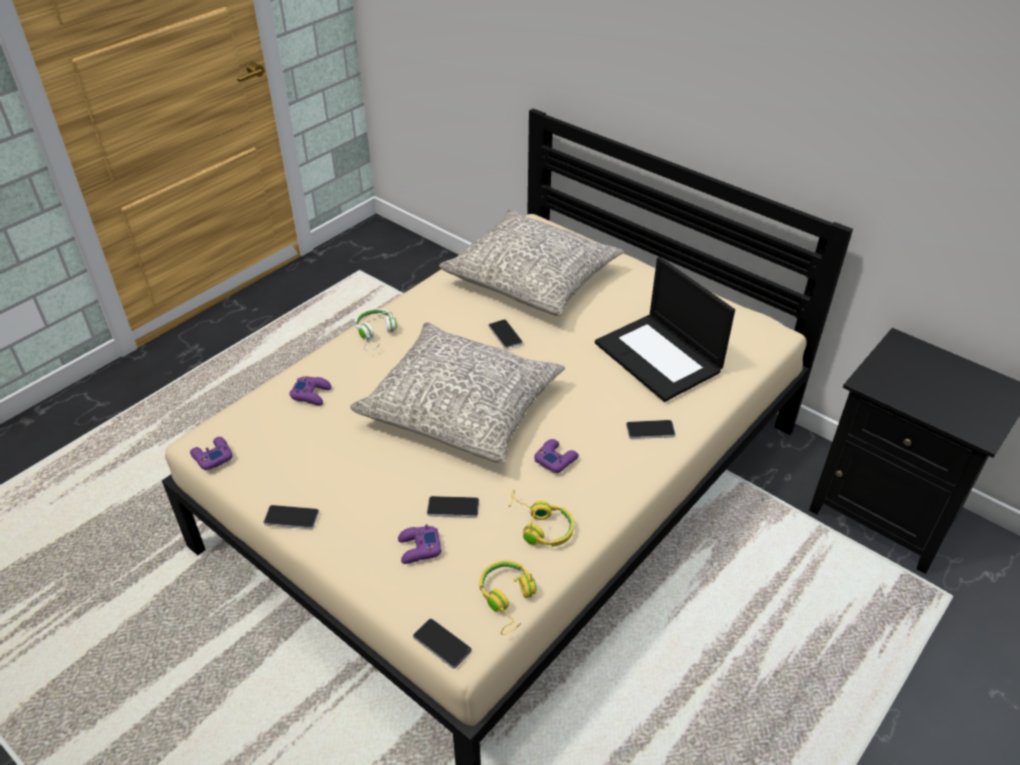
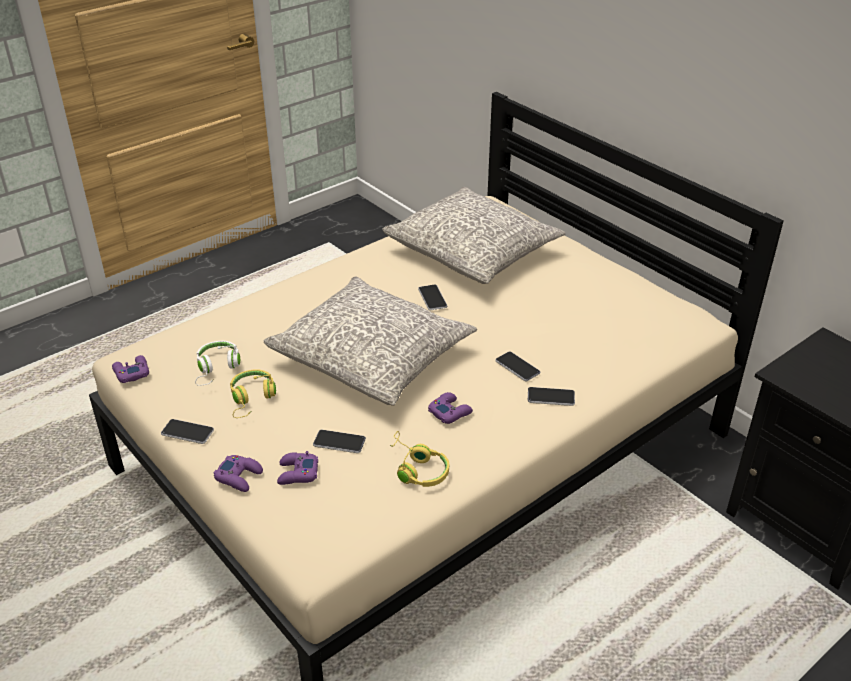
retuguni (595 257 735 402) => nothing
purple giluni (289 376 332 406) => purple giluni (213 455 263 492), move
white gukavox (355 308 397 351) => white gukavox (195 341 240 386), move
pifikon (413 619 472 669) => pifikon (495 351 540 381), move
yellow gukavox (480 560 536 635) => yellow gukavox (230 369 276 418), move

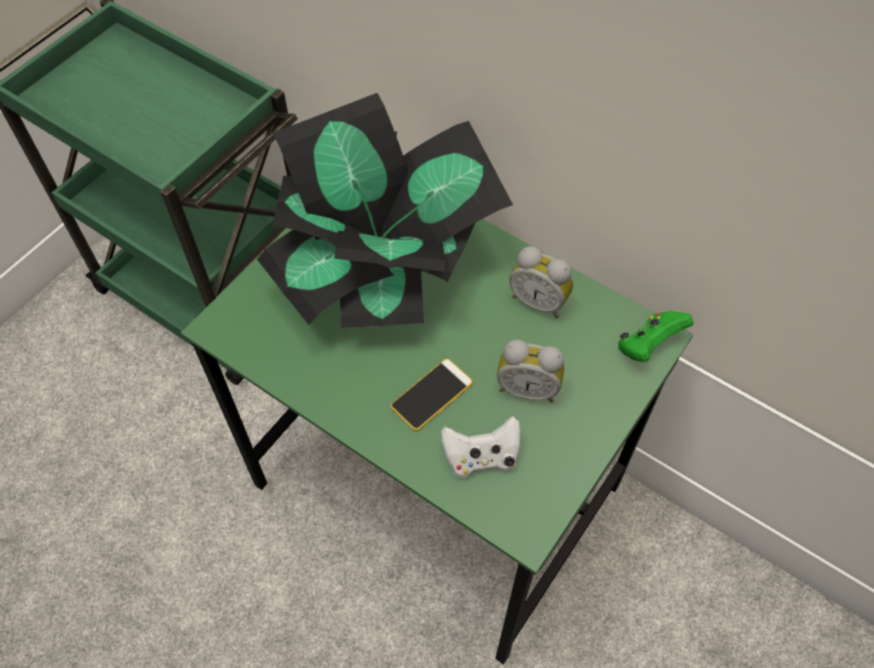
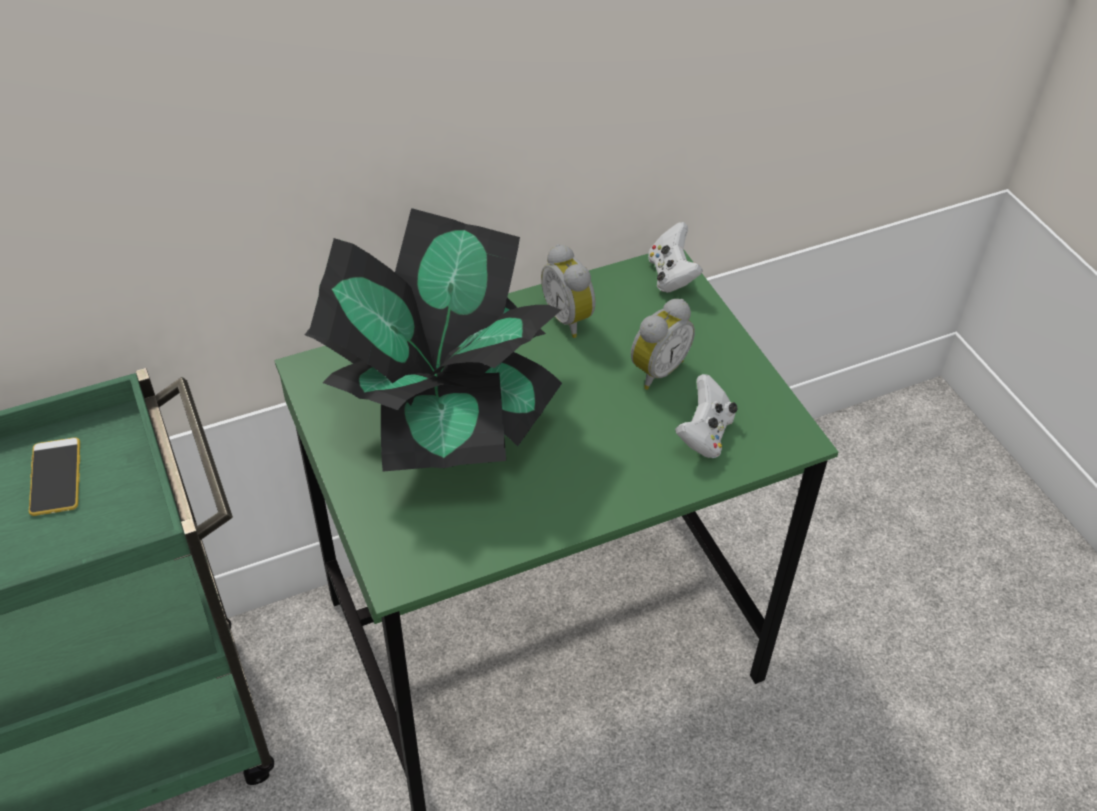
pifikon (390 359 473 431) => pifikon (29 437 80 516), move
green giluni (618 311 694 362) => white giluni (648 222 703 293)
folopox (509 246 574 319) => folopox (541 244 595 338), 90 degrees clockwise

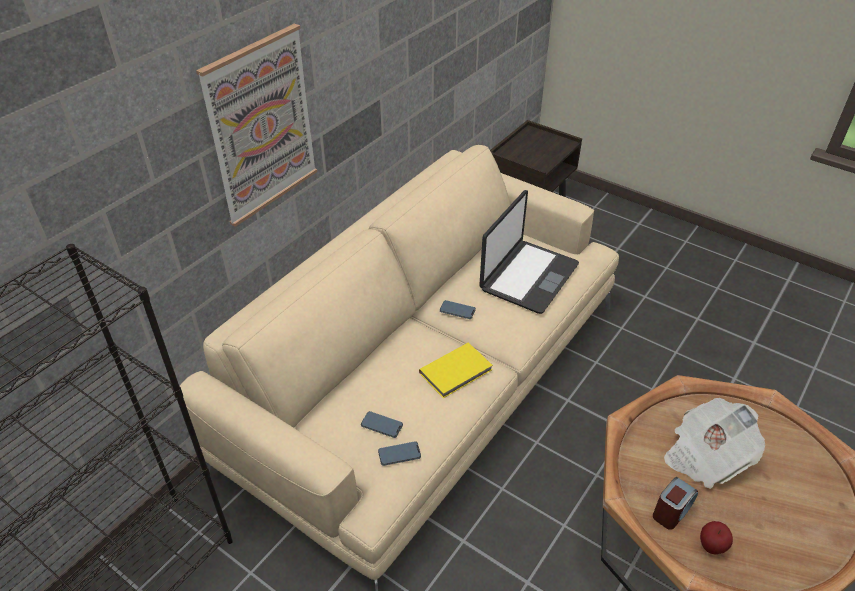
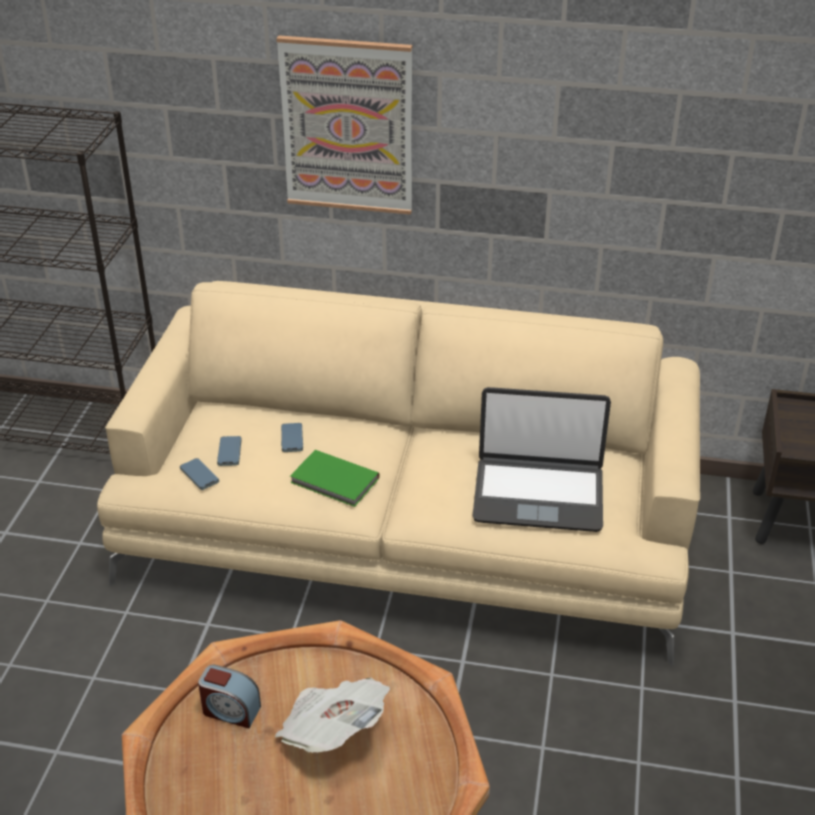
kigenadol (700 521 733 555) => nothing
pifikon (440 300 476 319) => pifikon (281 423 303 452), move
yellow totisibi (419 343 493 398) => green totisibi (290 450 380 507)

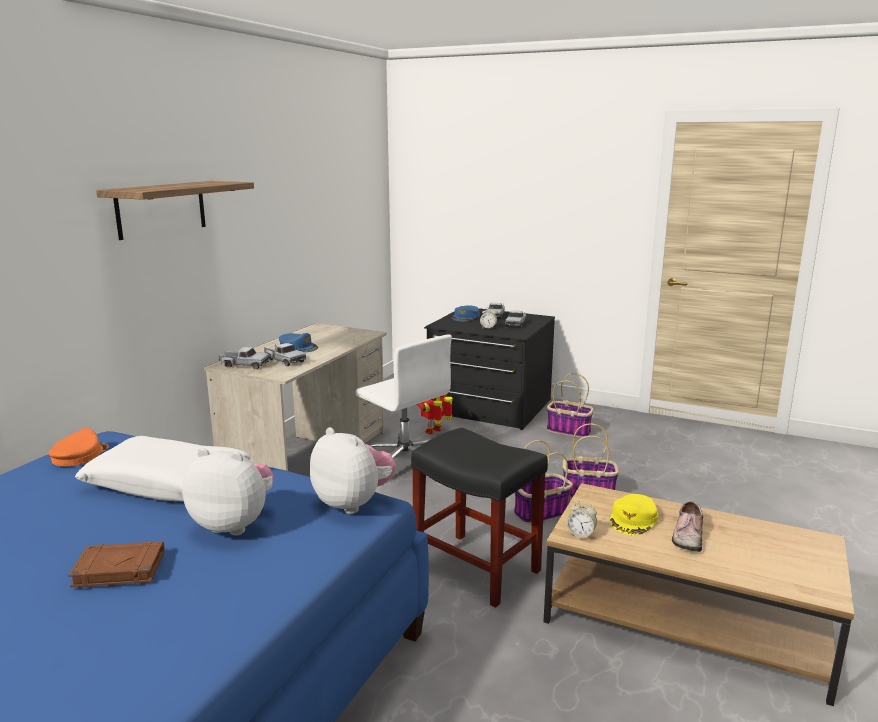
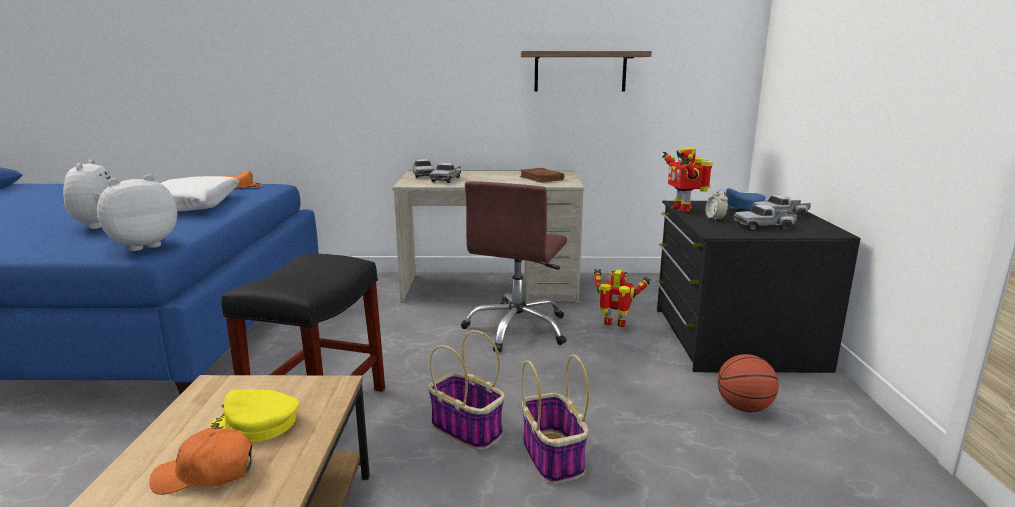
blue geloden (279 333 318 352) => nothing
folopox (567 501 597 540) => nothing
nothing => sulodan (662 148 713 212)
brown totisibi (68 541 165 587) => brown totisibi (520 168 565 183), move
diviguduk (96 181 254 240) => diviguduk (521 51 652 91), move
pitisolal (547 373 594 438) => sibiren (718 354 779 412)
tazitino (672 501 703 552) => orange geloden (150 428 252 495)
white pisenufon (355 334 452 481) => brown pisenufon (461 181 567 353)
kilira (310 427 396 514) => kilira (97 175 177 251), 150 degrees counterclockwise

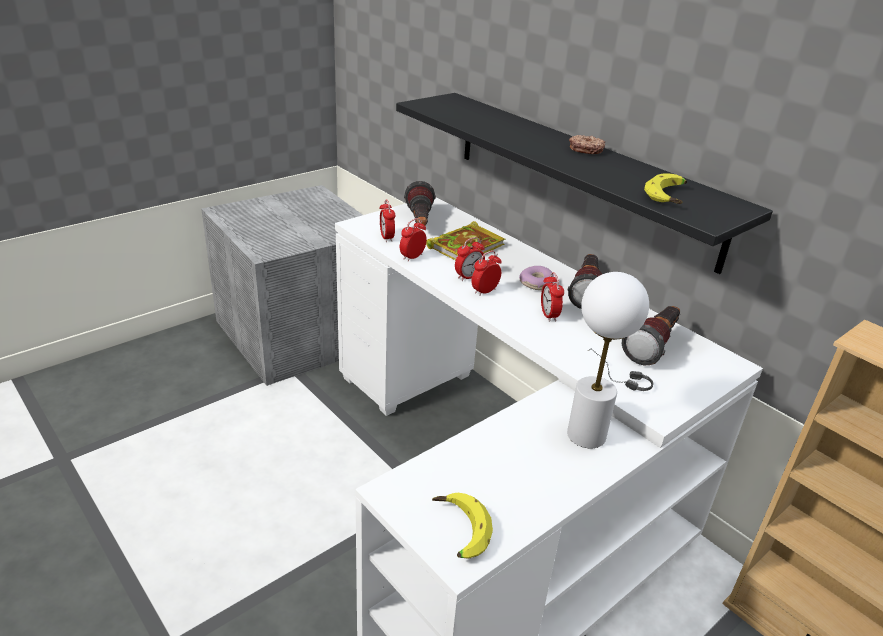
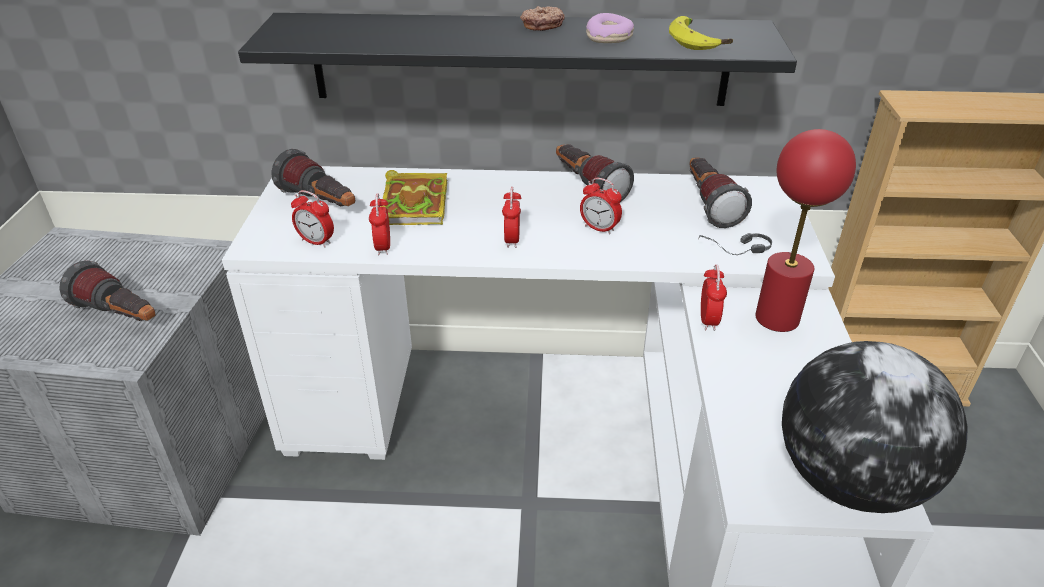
nothing => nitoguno (59 261 155 321)
folopox (455 237 485 281) => folopox (701 264 727 331), move
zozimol (519 266 554 290) => zozimol (586 13 634 43), move
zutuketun (432 493 493 559) => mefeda (782 341 967 513)
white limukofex (567 272 649 448) => red limukofex (755 129 856 332)

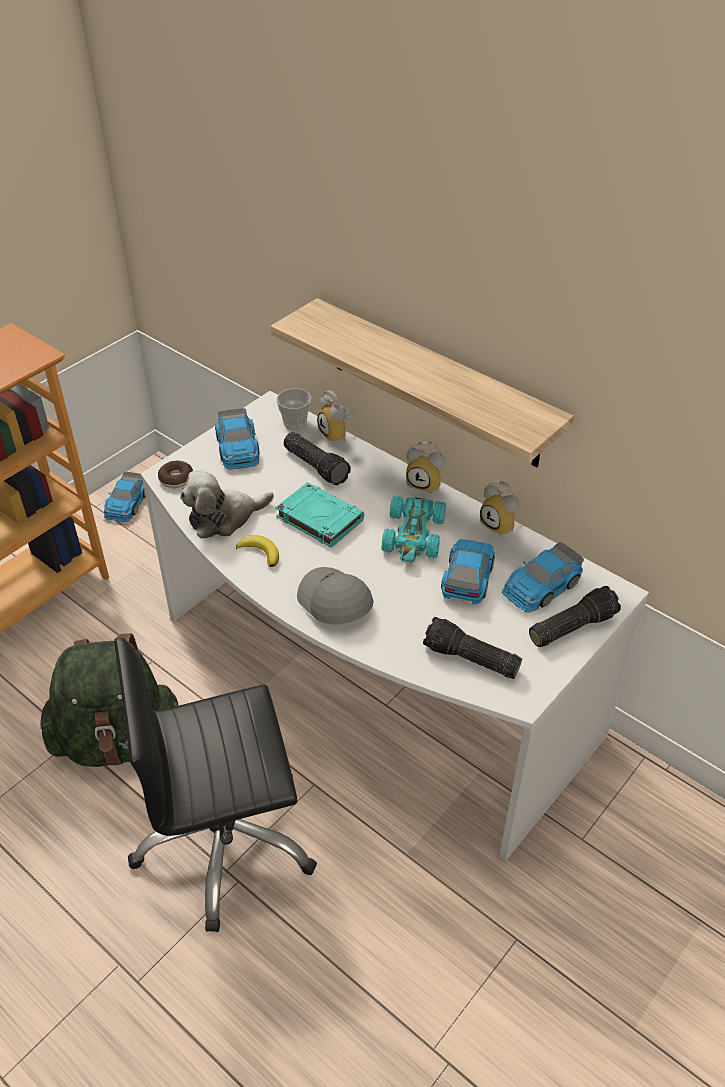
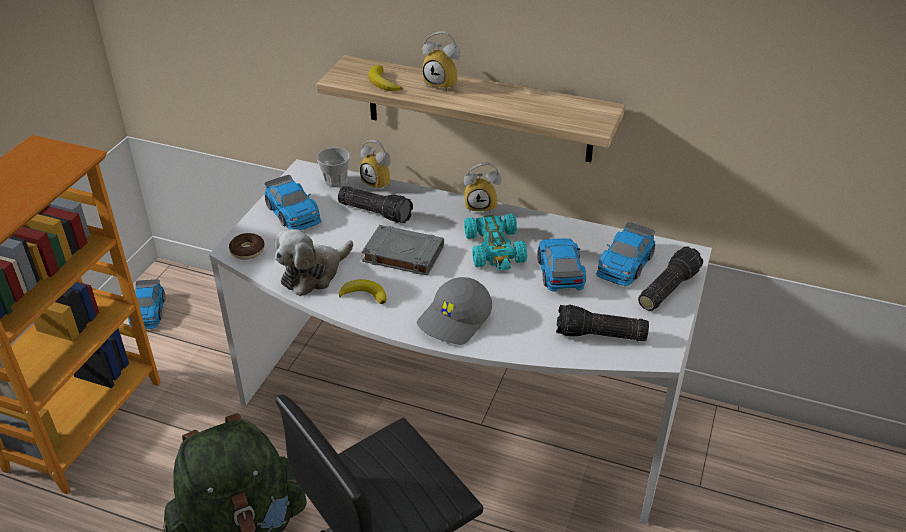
nothing => zutuketun (368 65 403 91)
folopox (480 481 520 536) => folopox (422 31 460 91), move
turquoise totisibi (276 482 365 548) => grey totisibi (362 225 444 276)
grey geloden (297 567 374 624) => grey geloden (417 277 492 345), 90 degrees counterclockwise

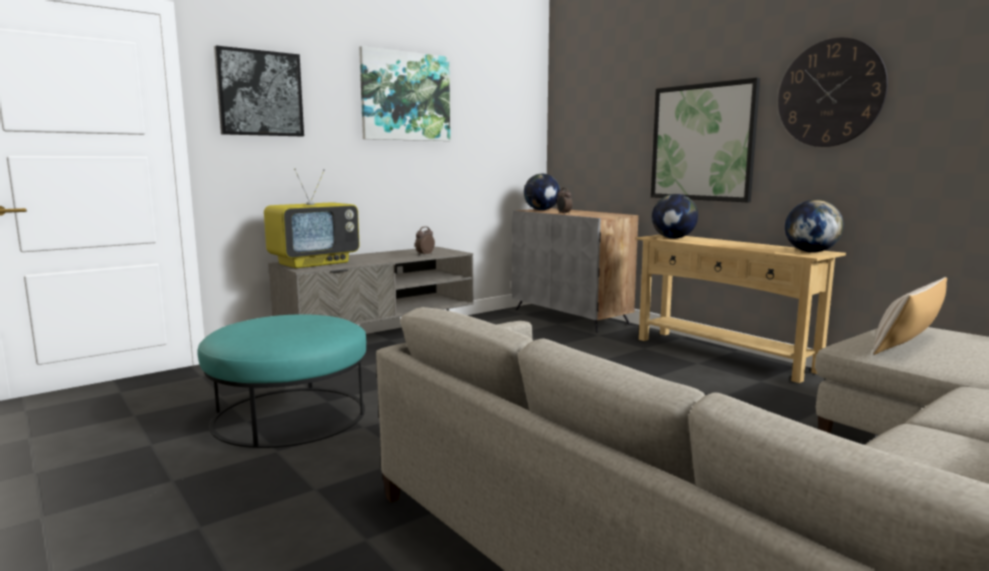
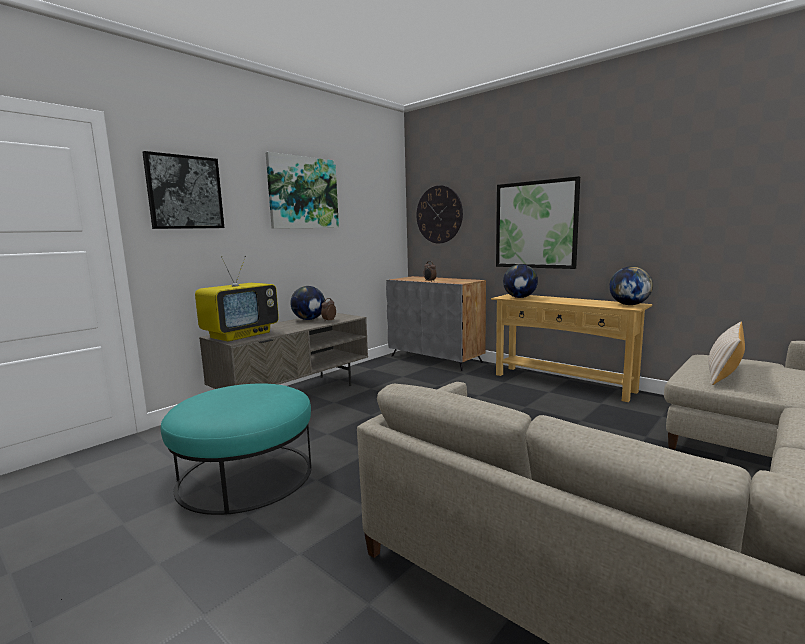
mefeda (524 174 560 210) => mefeda (290 286 325 320), move
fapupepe (778 37 888 147) => fapupepe (416 185 463 243), move

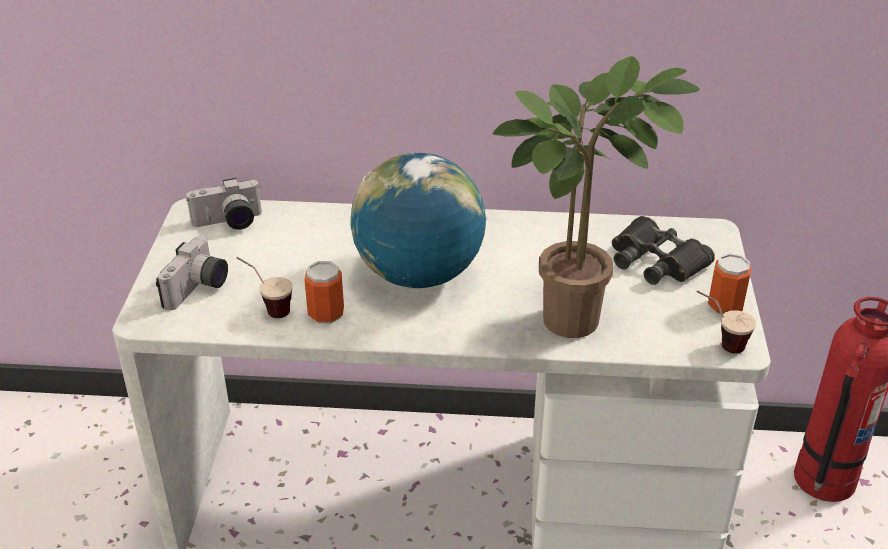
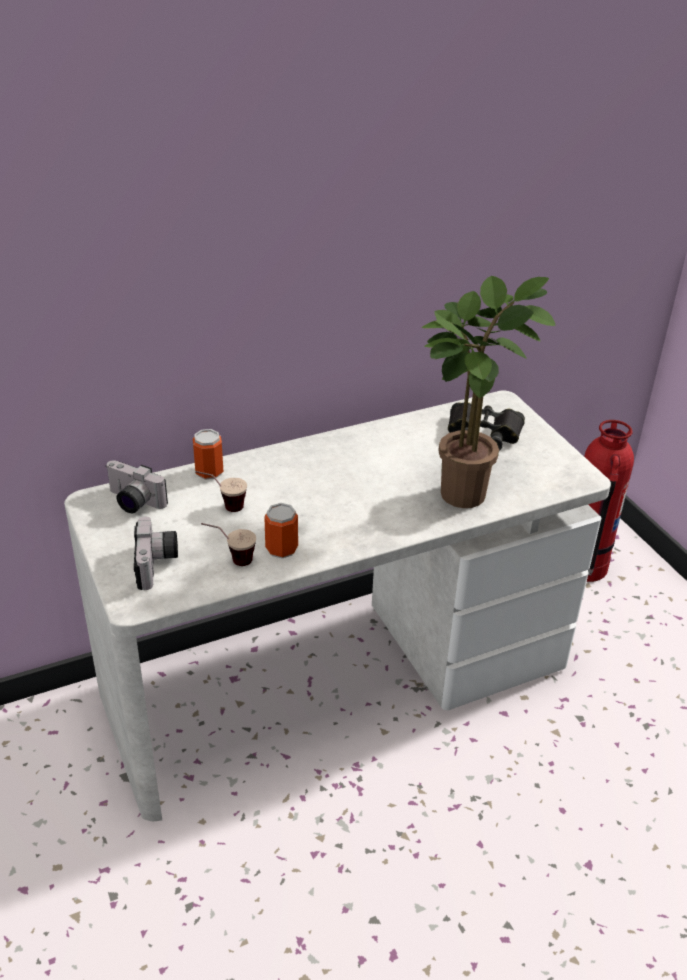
mefeda (350 153 487 288) => nothing
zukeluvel (697 290 756 354) => zukeluvel (195 471 247 512), move
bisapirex (708 253 752 315) => bisapirex (193 429 223 480), move
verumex (186 178 262 230) => verumex (106 460 168 513), 75 degrees clockwise

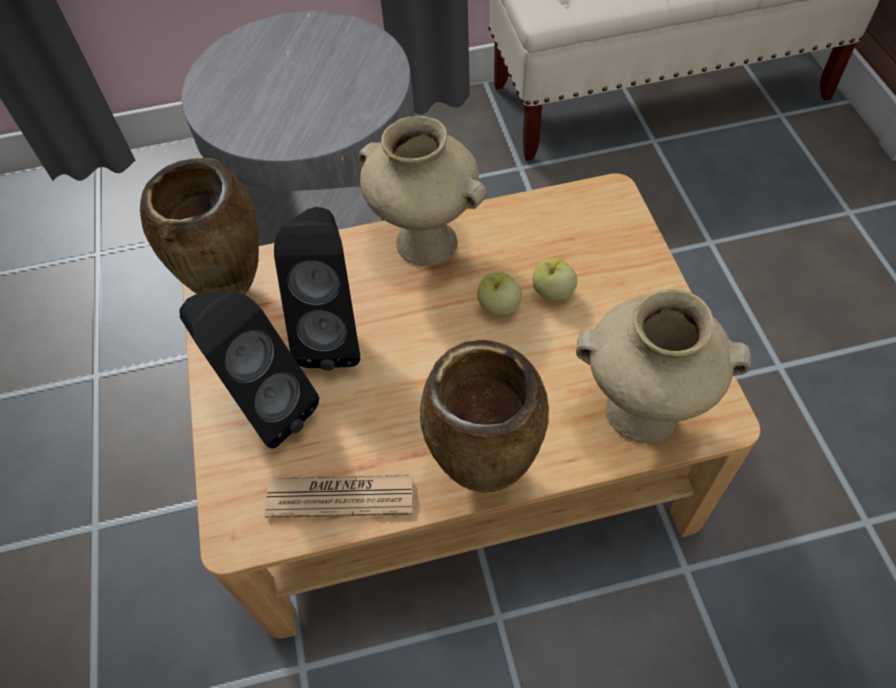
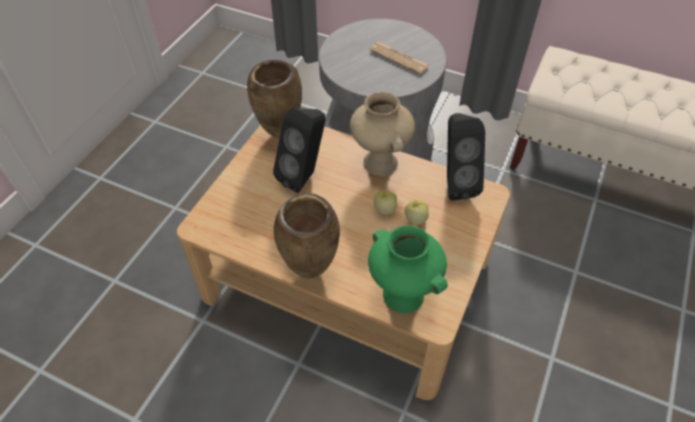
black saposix (179 292 319 449) => black saposix (447 113 485 201), move
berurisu (265 475 413 518) => berurisu (369 42 430 74), move
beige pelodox (576 290 751 443) => green pelodox (368 225 448 313)

